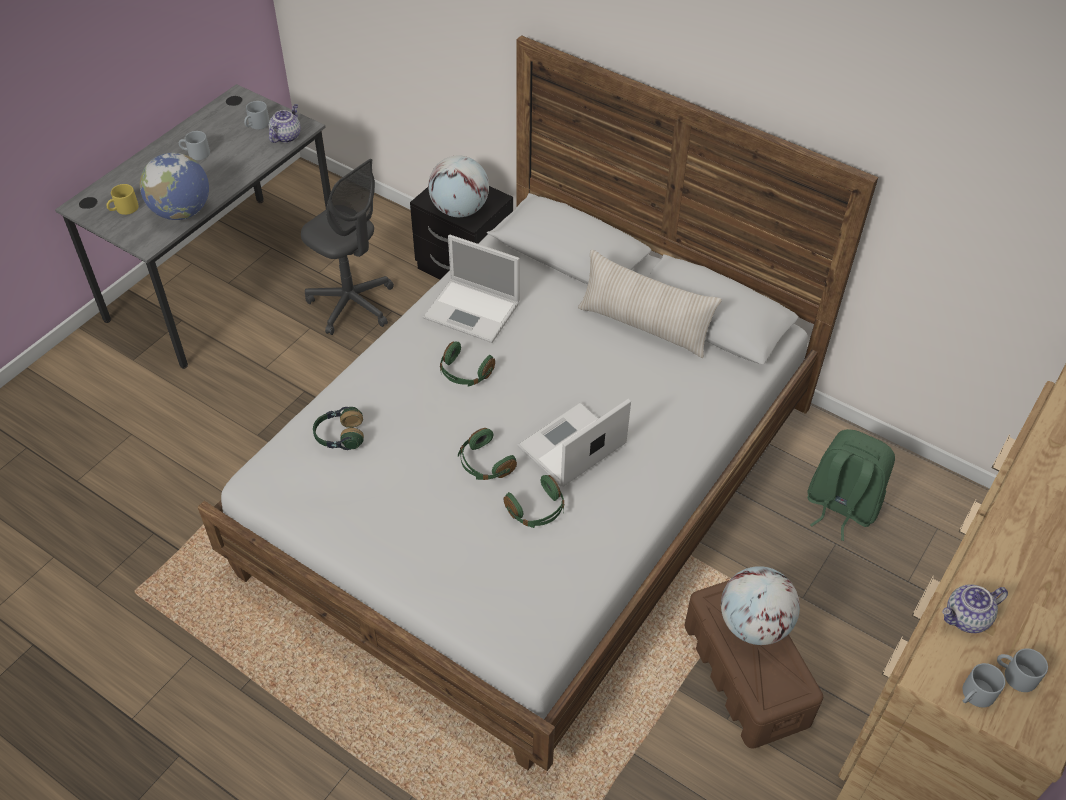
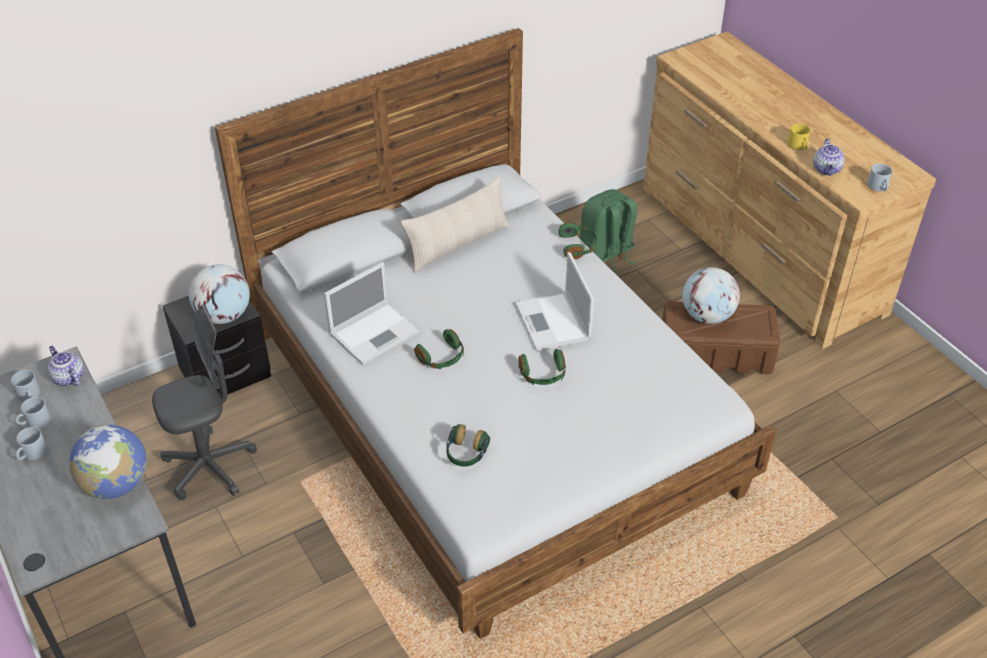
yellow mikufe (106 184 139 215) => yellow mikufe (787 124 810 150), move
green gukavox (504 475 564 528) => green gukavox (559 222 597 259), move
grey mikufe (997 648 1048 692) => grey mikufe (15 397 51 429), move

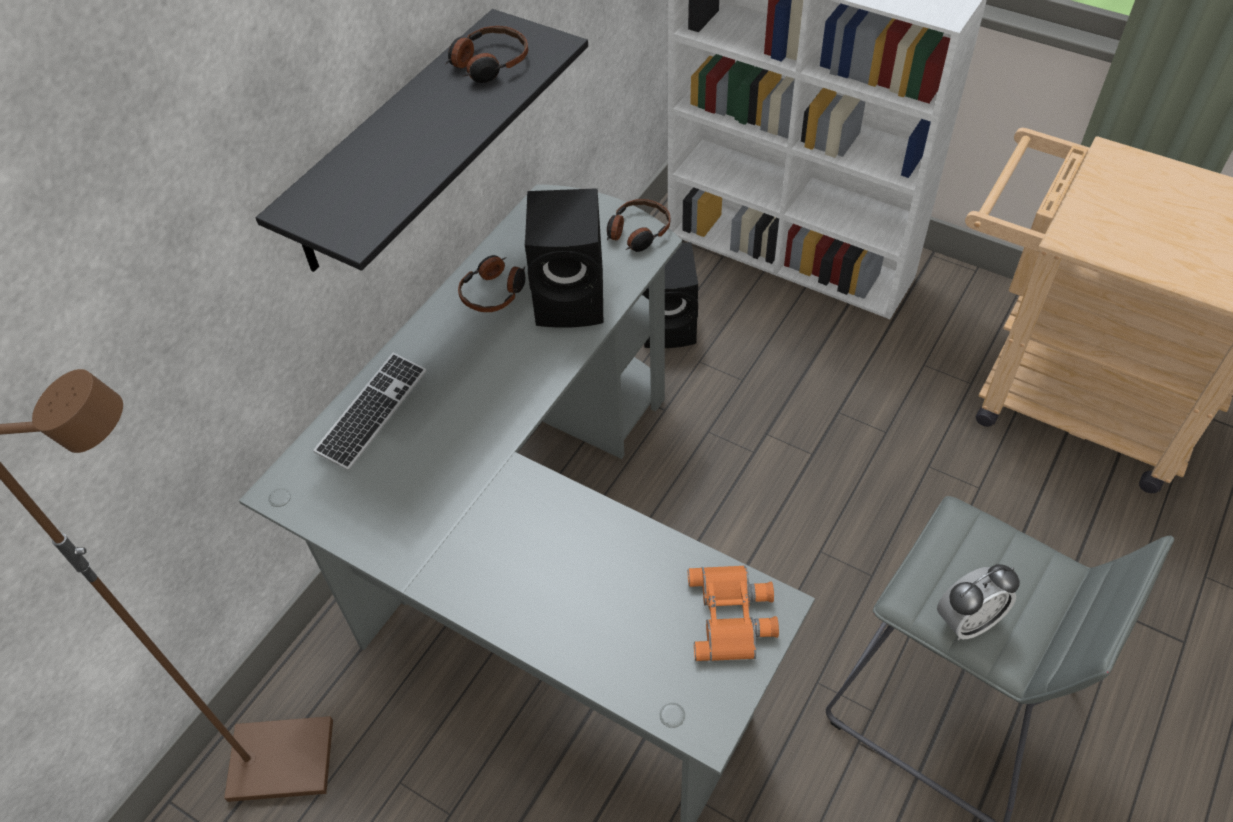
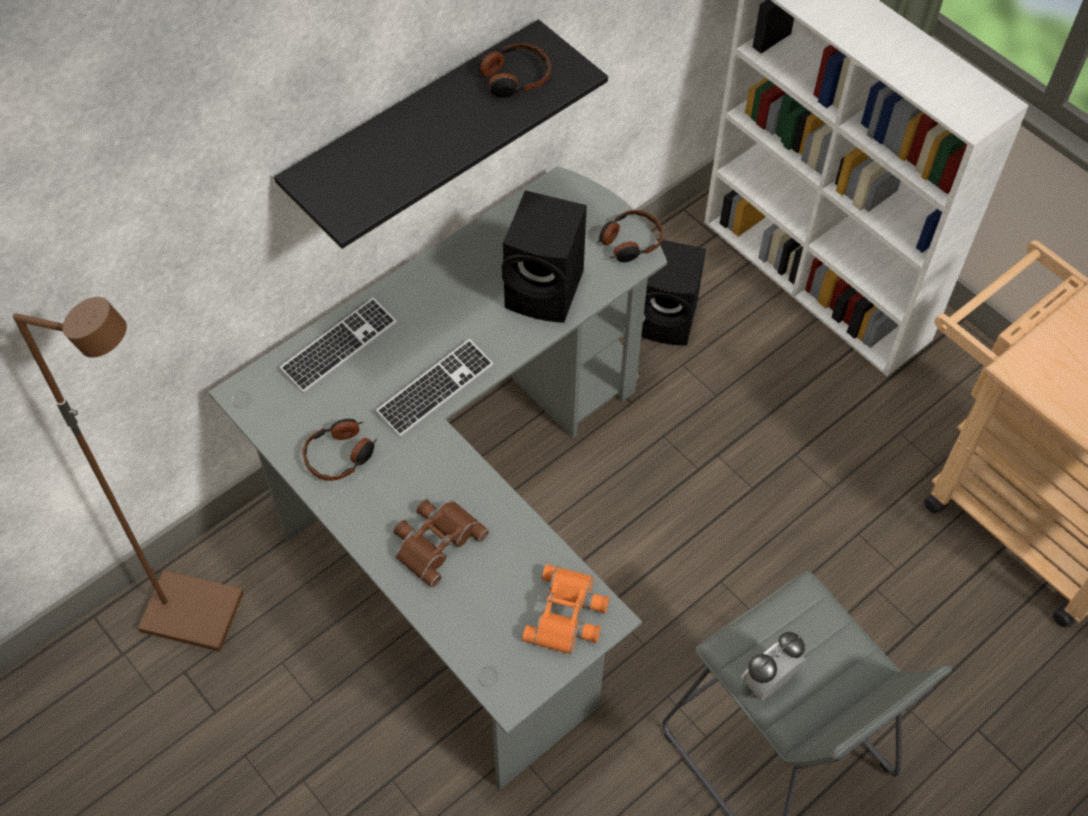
nothing => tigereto (376 339 493 437)
nothing => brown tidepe (393 499 489 587)
gukavox (458 255 525 312) => gukavox (303 419 378 481), move
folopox (937 564 1020 640) => folopox (741 632 807 701), 150 degrees clockwise

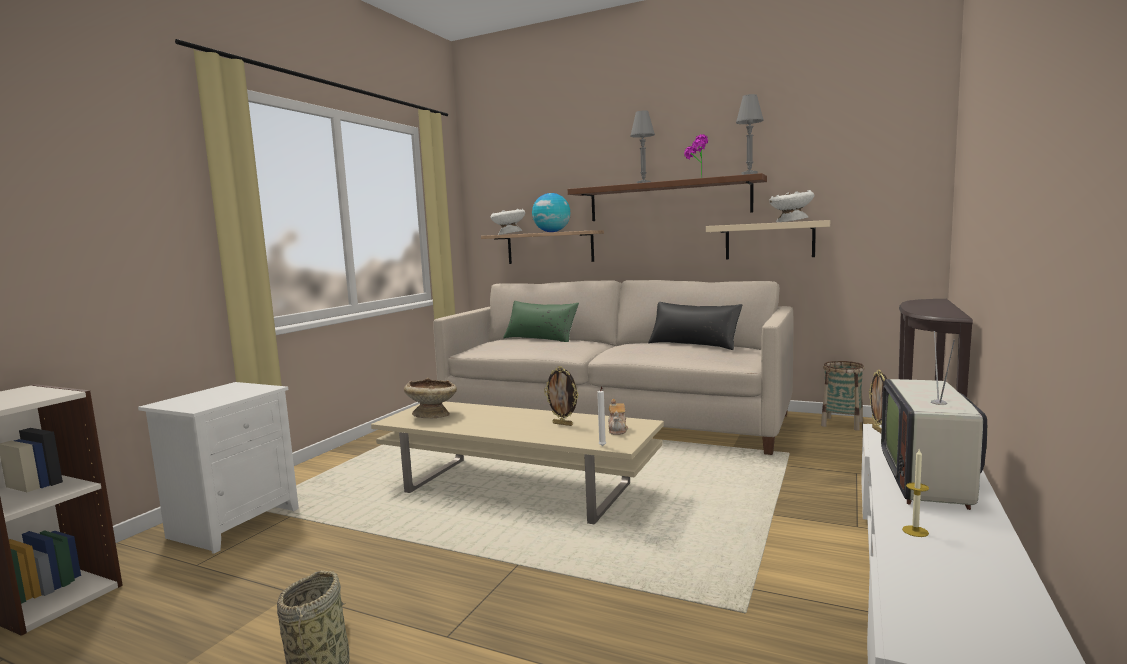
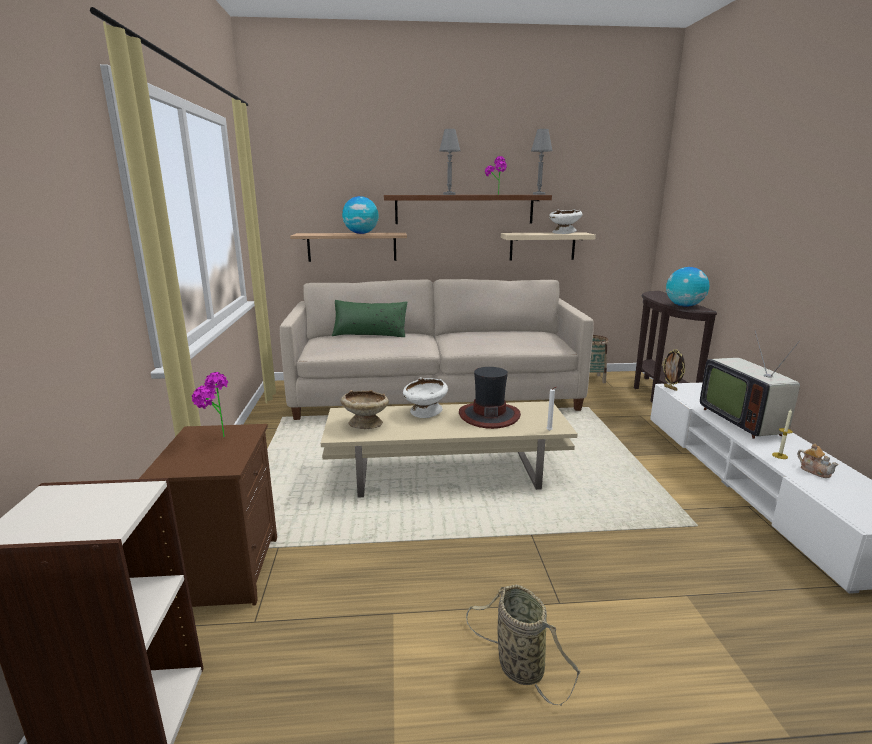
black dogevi (648 302 743 350) => nothing
nothing => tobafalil (192 372 228 437)
nothing => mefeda (666 267 709 307)
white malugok (490 209 525 235) => white malugok (403 377 448 418), move
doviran (608 399 628 435) => doviran (797 444 839 478), move
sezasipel (544 366 578 426) => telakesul (459 367 521 429)
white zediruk (138 382 299 554) => brown zediruk (139 424 277 607)

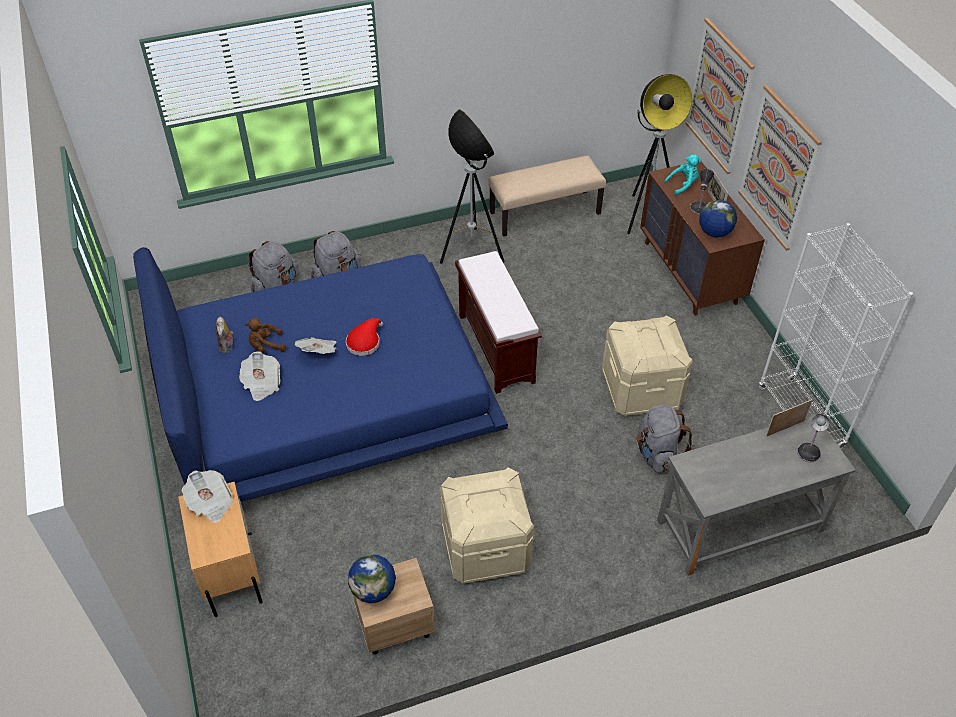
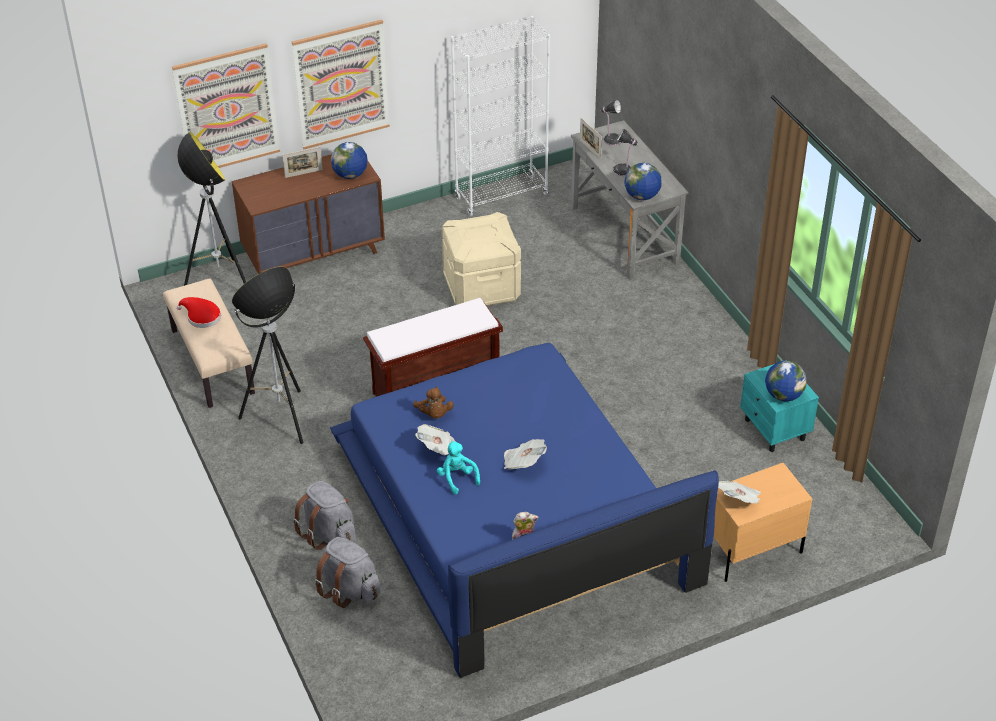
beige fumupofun (440 467 534 584) => nothing
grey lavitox (635 405 693 473) => nothing
nothing => mefeda (624 163 662 200)
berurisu (239 351 280 401) => berurisu (415 424 463 455), move
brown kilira (245 318 286 353) => brown kilira (413 387 454 419), move
red telakesul (346 318 383 356) => red telakesul (177 297 221 328), move
turquoise kilira (664 155 702 196) => turquoise kilira (437 441 480 494), move
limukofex (690 169 714 214) => limukofex (613 129 638 176), move
beige zediruk (353 558 435 655) => turquoise zediruk (740 360 819 452)

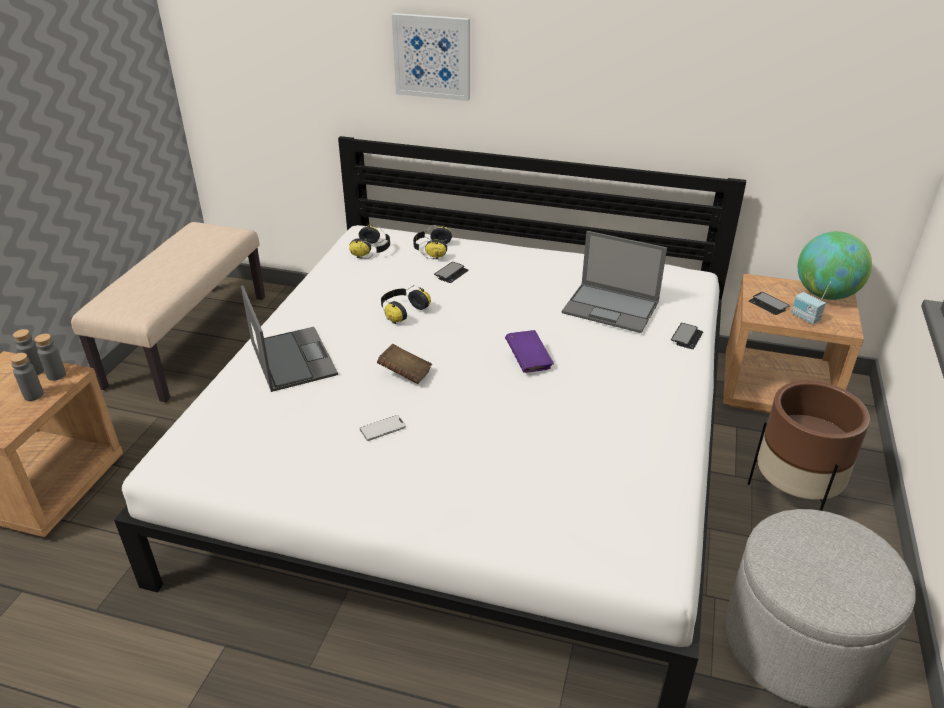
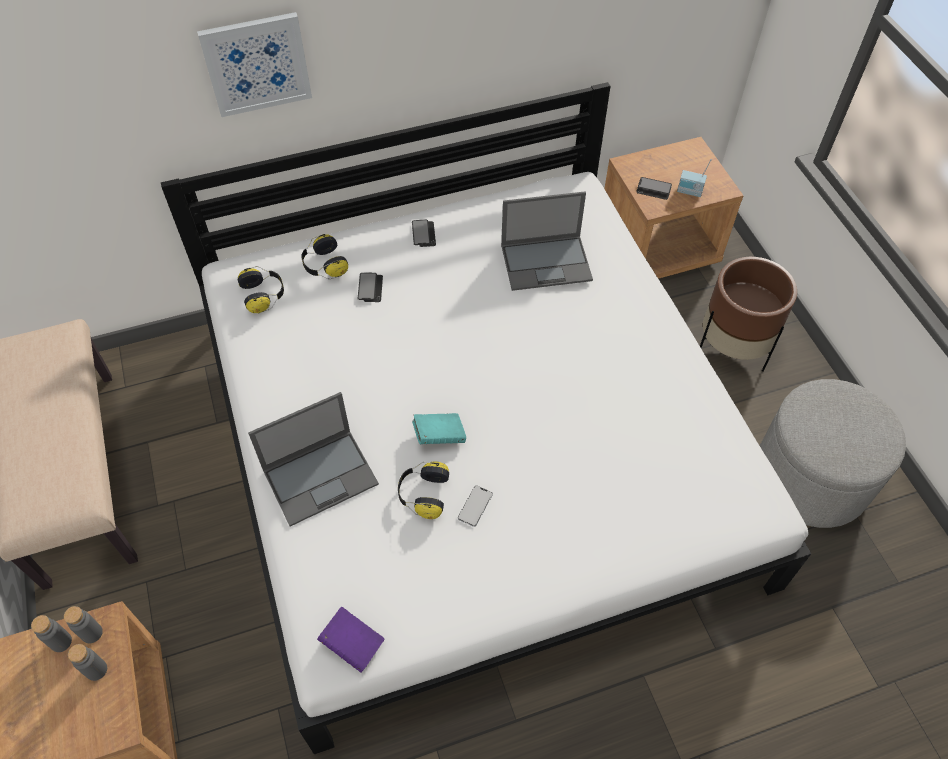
mefeda (798 231 872 300) => nothing
gukavox (381 285 431 324) => gukavox (398 462 449 519), move
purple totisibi (505 330 554 373) => purple totisibi (317 607 384 673), move
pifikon (671 323 703 349) => pifikon (412 220 436 247), move
brown totisibi (377 344 432 384) => turquoise totisibi (412 413 466 444)
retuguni (241 285 338 392) => retuguni (248 392 379 526), 120 degrees clockwise

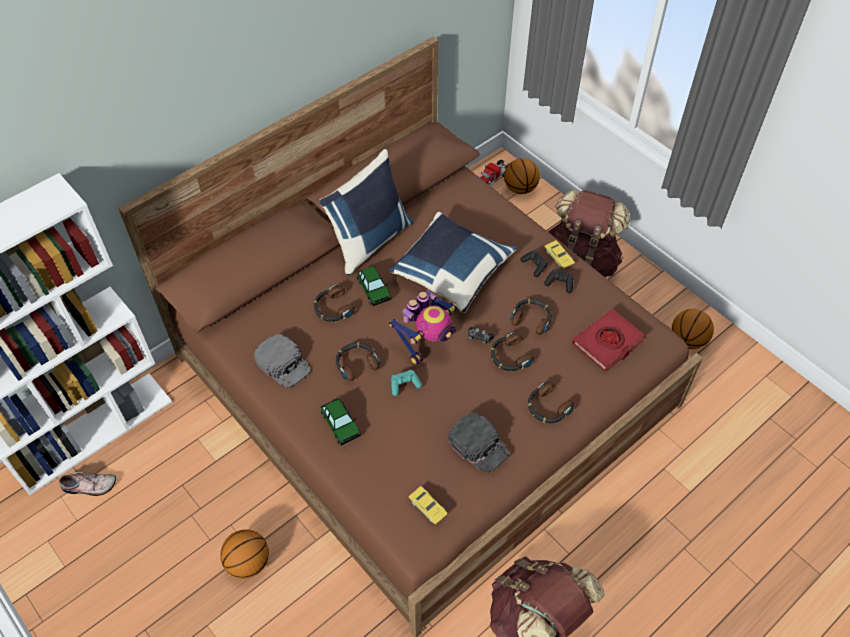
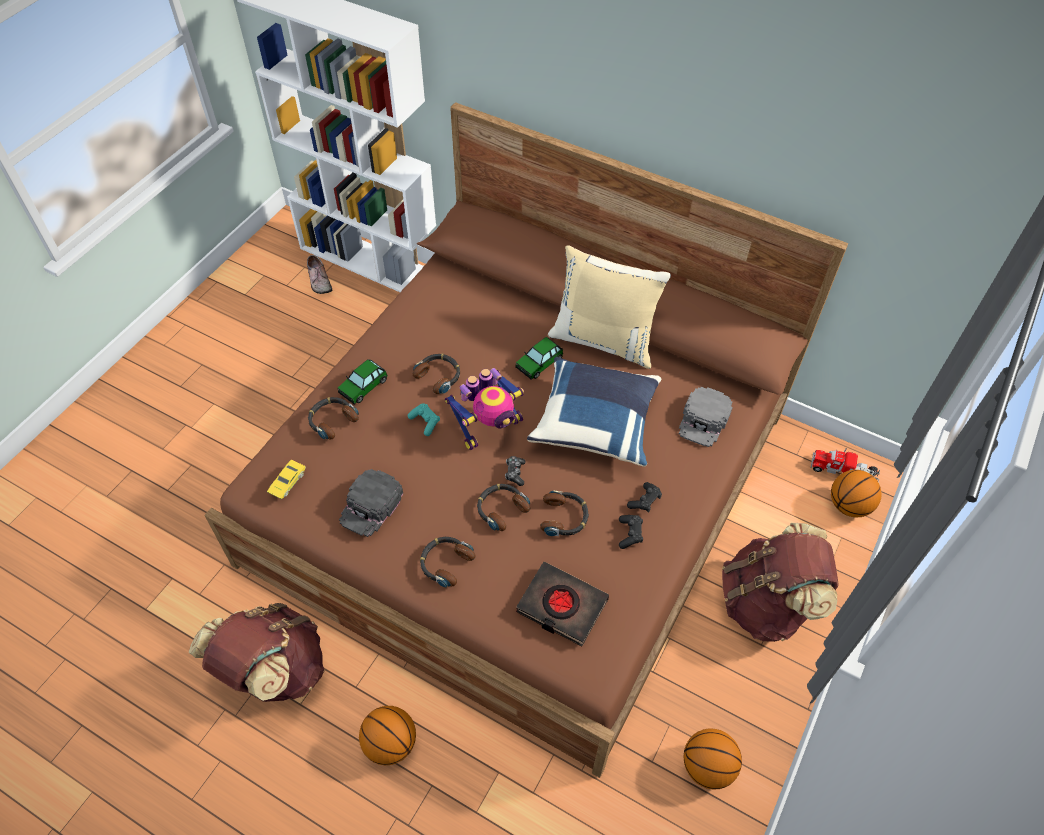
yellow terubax (544 240 574 269) => nothing
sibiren (220 530 269 579) => sibiren (359 706 416 765), move
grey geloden (254 334 311 388) => grey geloden (679 387 733 447), move
gukavox (313 285 355 322) => gukavox (308 397 359 440), move
blue dogevi (319 149 414 275) => beige dogevi (548 245 671 369)
red totisibi (572 309 645 372) => black totisibi (516 562 609 646)
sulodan (389 290 457 365) => sulodan (445 368 524 450), 60 degrees counterclockwise

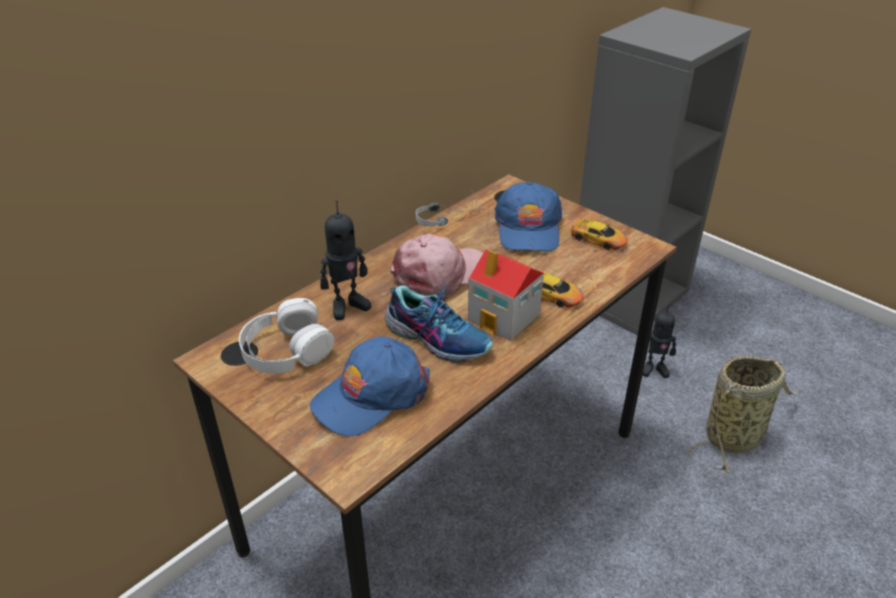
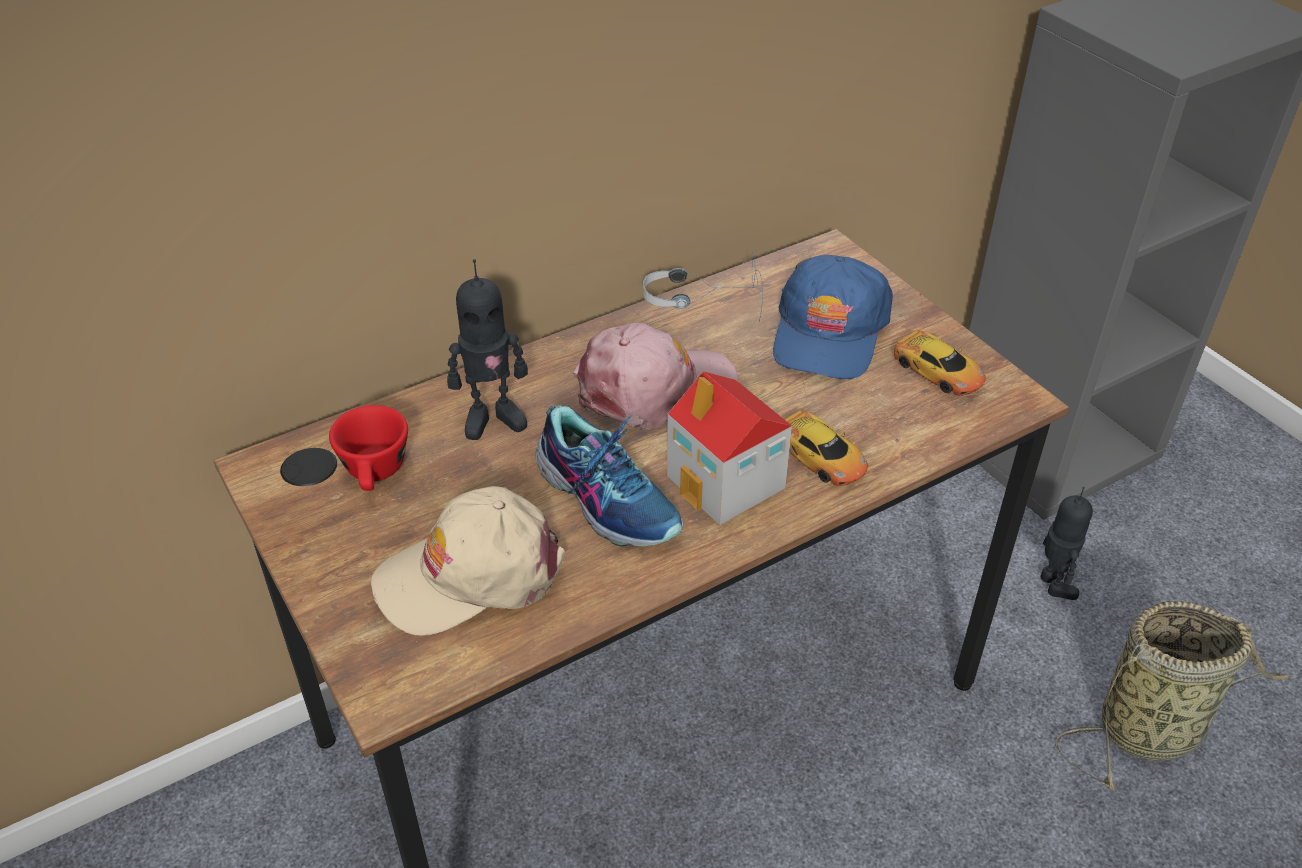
white gukavox (239 298 335 374) => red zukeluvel (329 405 408 491)
blue geloden (310 336 430 437) => beige geloden (371 486 566 635)
sulodan (643 304 676 378) => sulodan (1040 487 1093 600), 120 degrees counterclockwise

